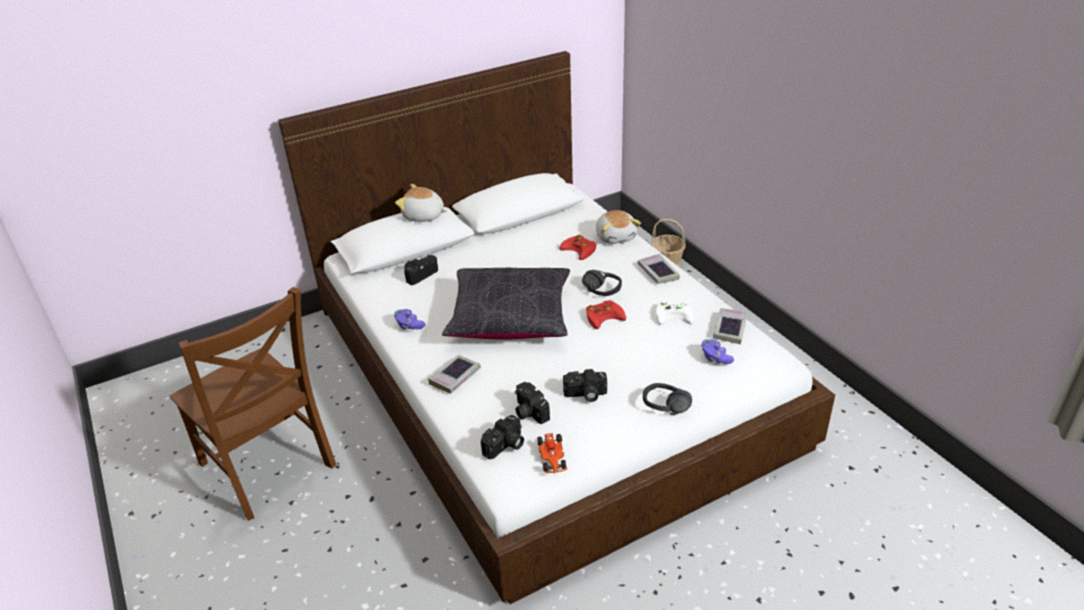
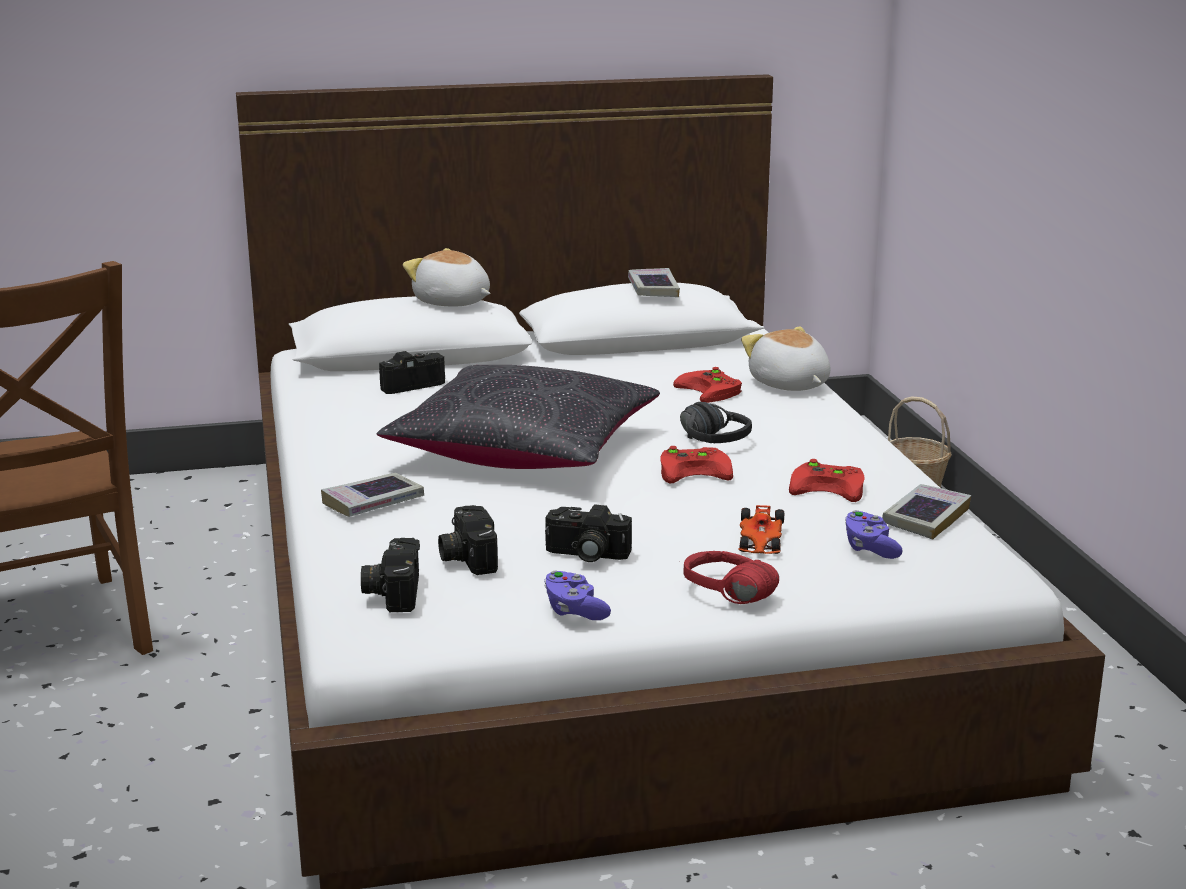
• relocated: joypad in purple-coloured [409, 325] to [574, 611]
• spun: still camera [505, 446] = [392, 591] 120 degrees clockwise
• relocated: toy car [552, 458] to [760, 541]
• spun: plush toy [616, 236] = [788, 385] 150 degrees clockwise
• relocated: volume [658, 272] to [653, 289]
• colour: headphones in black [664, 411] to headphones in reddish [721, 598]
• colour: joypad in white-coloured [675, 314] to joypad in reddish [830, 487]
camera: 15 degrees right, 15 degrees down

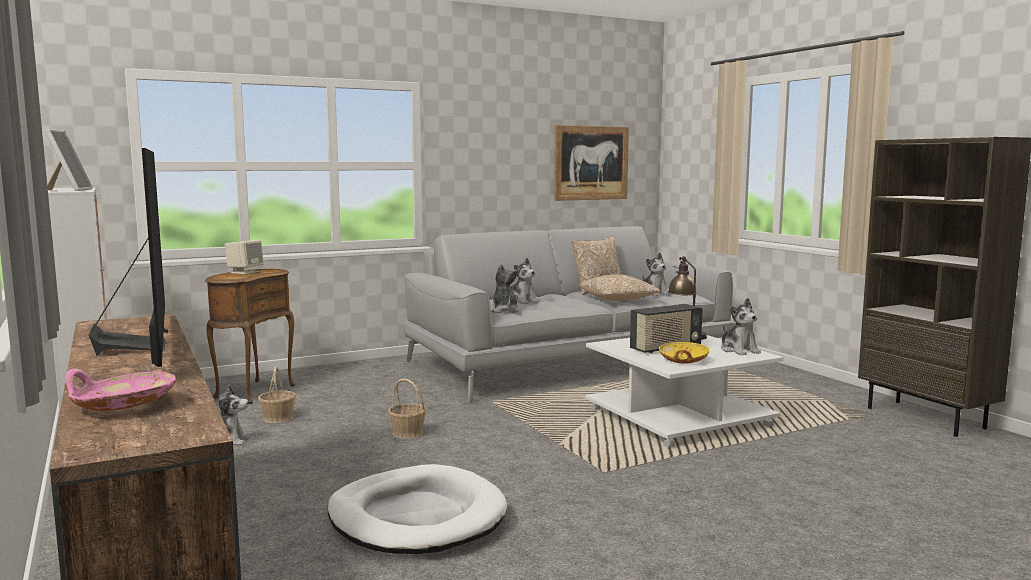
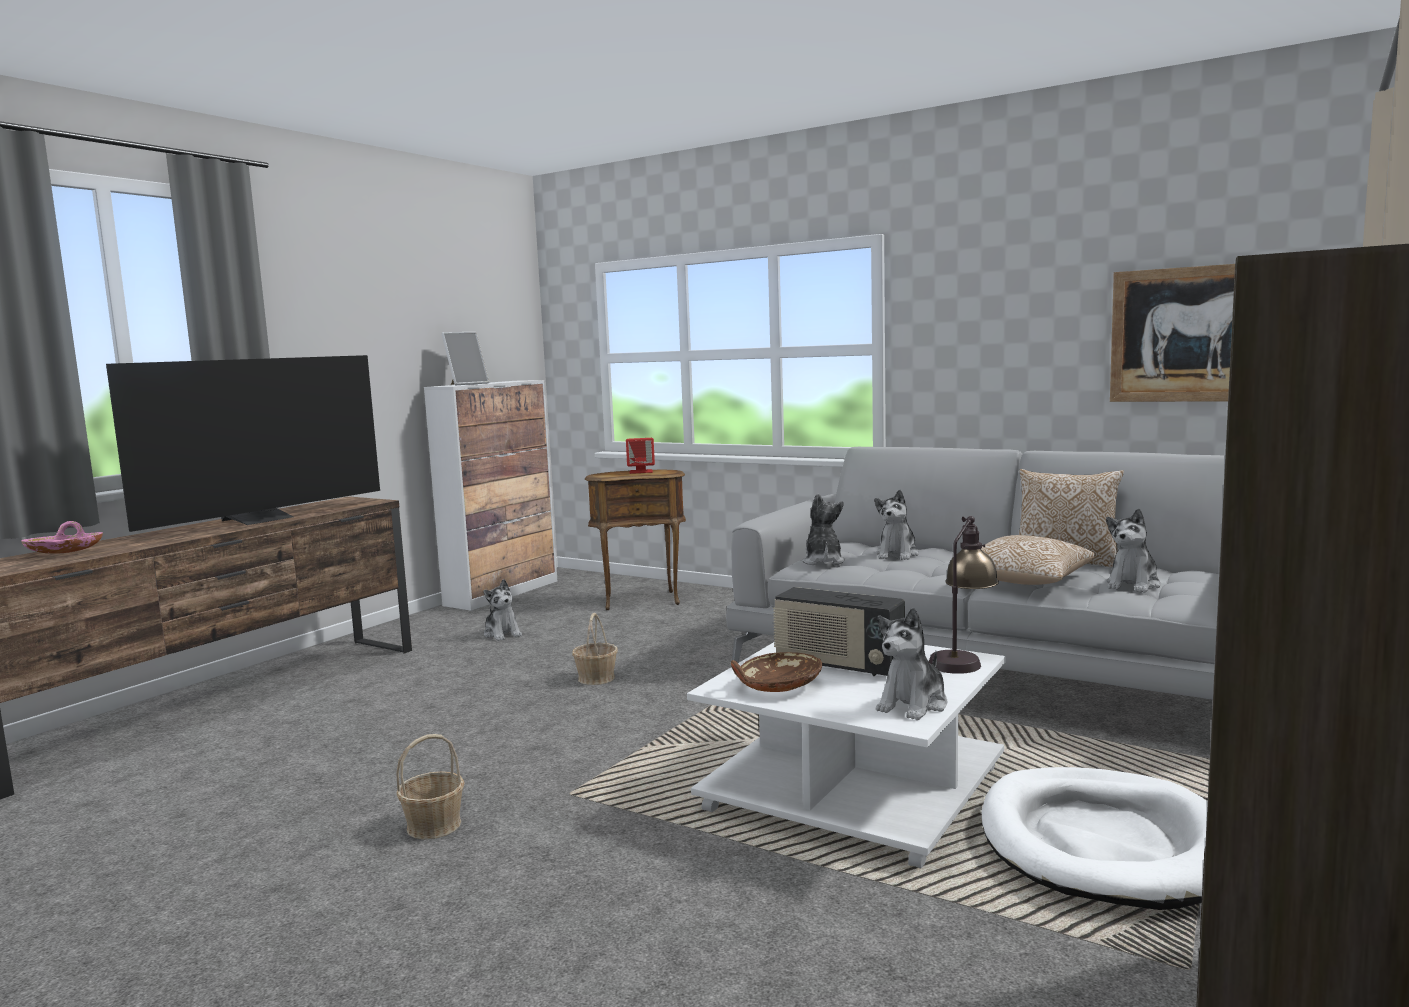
• colour: loudspeaker in beige [245, 272] to loudspeaker in reddish [641, 471]
• relocated: storage basket [278, 418] to [434, 825]
• relocated: pet bed in white-coloured [417, 517] to [1104, 844]
• spun: plush toy [504, 311] = [823, 561] 45 degrees counterclockwise
• colour: bowl in yellow-coloured [683, 361] to bowl in brown-coloured [777, 686]
camera: 60 degrees right, 0 degrees up

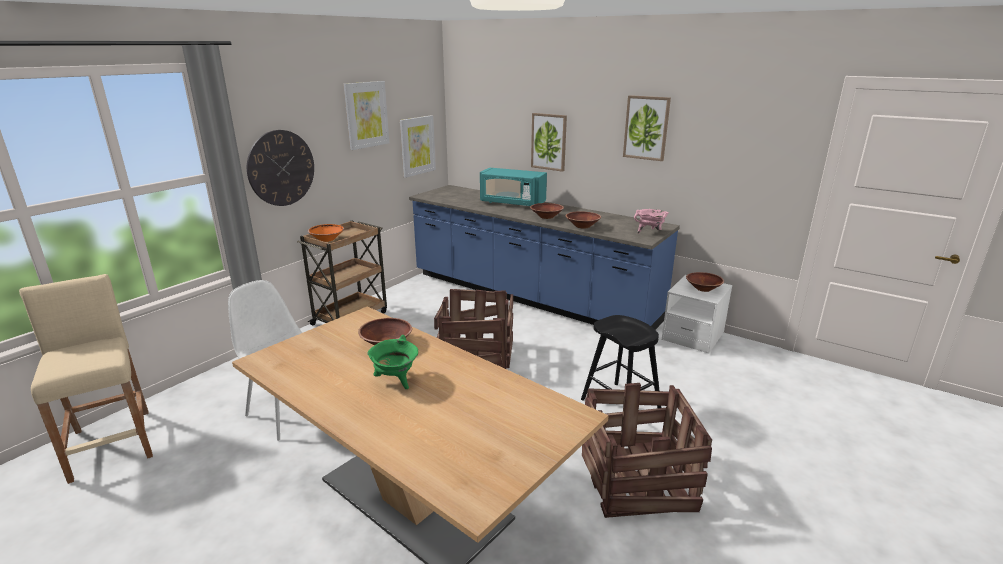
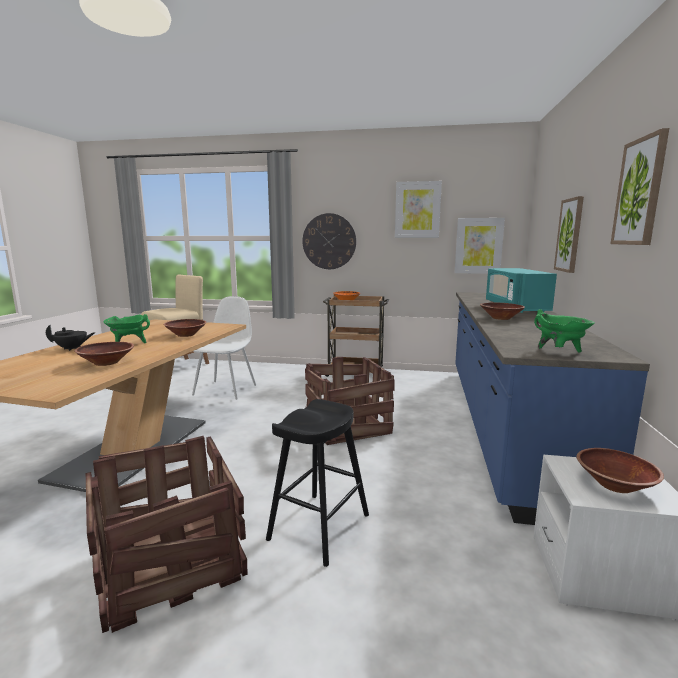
• relocated: bowl in brown-coloured [582, 226] to [106, 363]
• colour: saucepot in pink [650, 232] to saucepot in green-coloured [559, 352]
• appeared: tea pot in black [72, 348]
camera: 65 degrees right, 10 degrees down

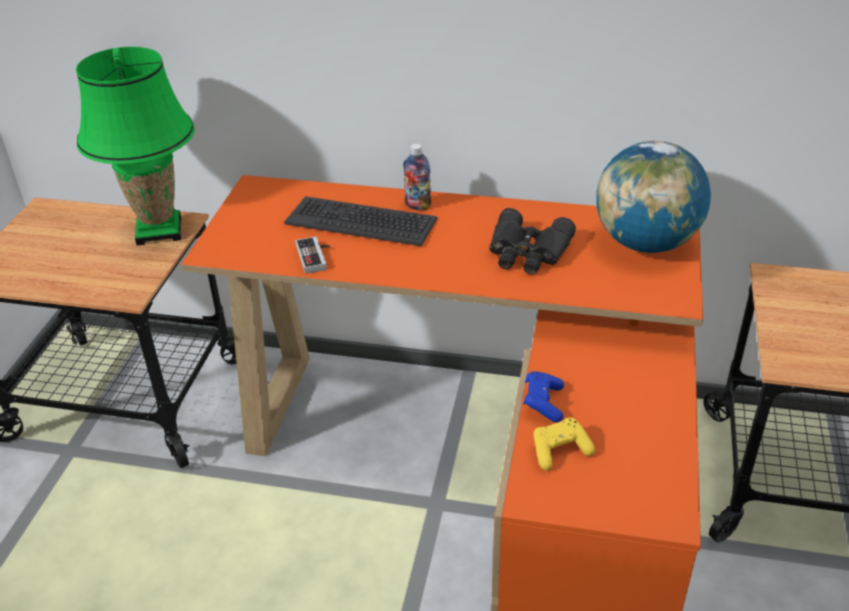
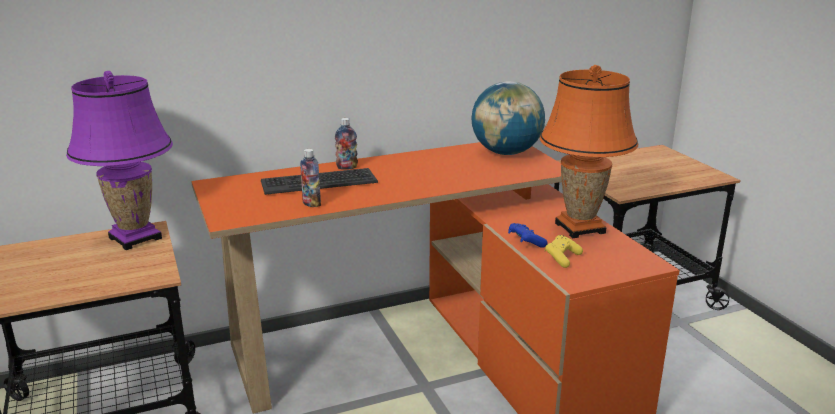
• colour: table lamp in green-coloured [159, 230] to table lamp in purple-coloured [135, 238]
• exchanged: joypad [316, 257] to bottle [311, 204]
• missing: field glasses in black [527, 252]
• appeared: table lamp in orange-coloured [580, 228]
camera: 35 degrees left, 15 degrees down

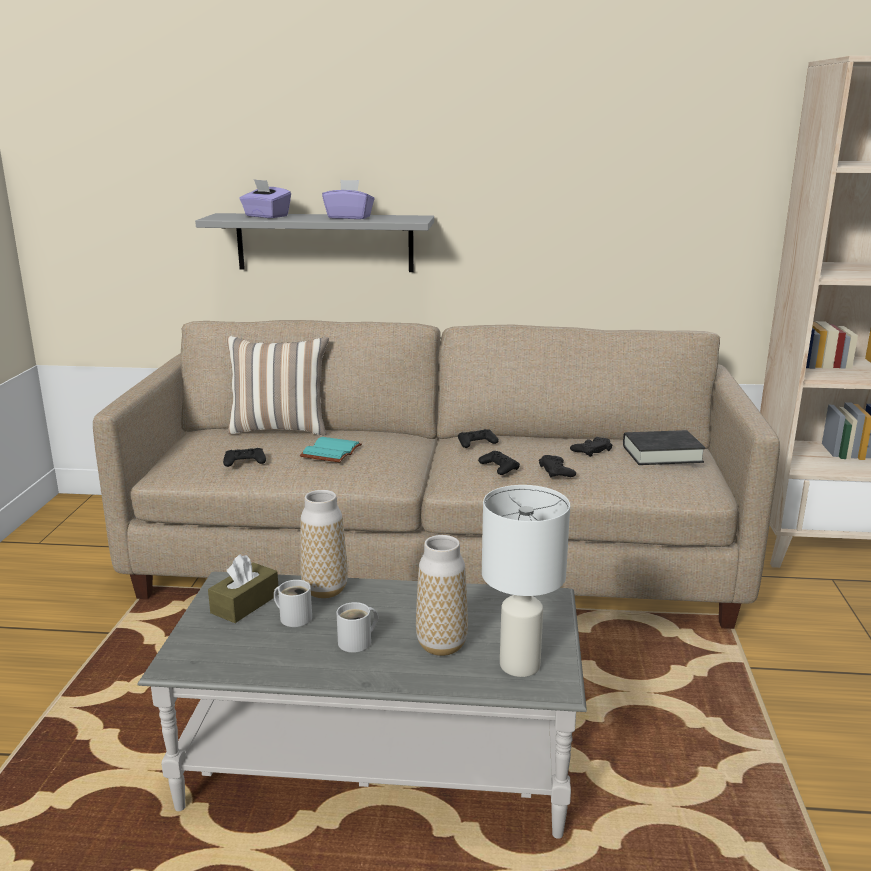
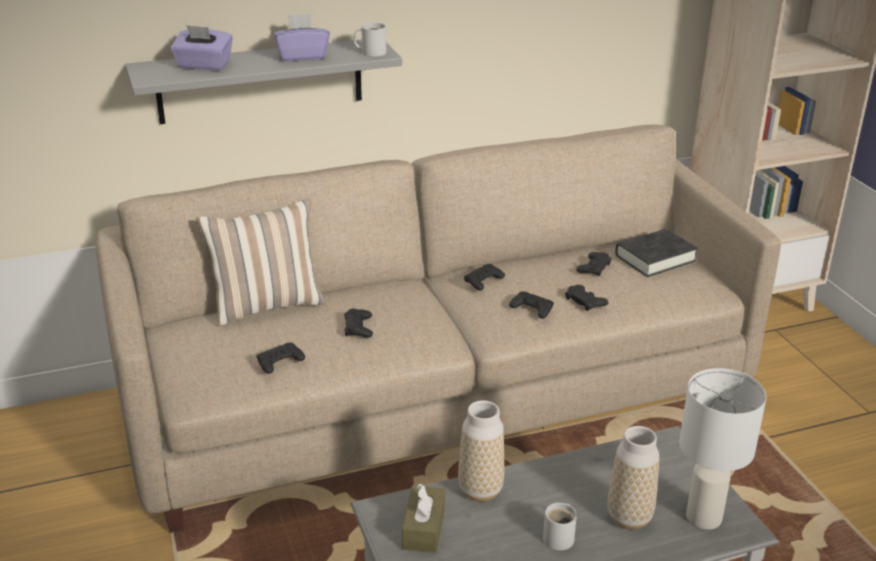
• relocated: coffee mug in white-coloured [294, 617] to [371, 52]
• exchanged: volume in turquoise-coloured [330, 451] to joypad in black [358, 327]
camera: 25 degrees left, 10 degrees up

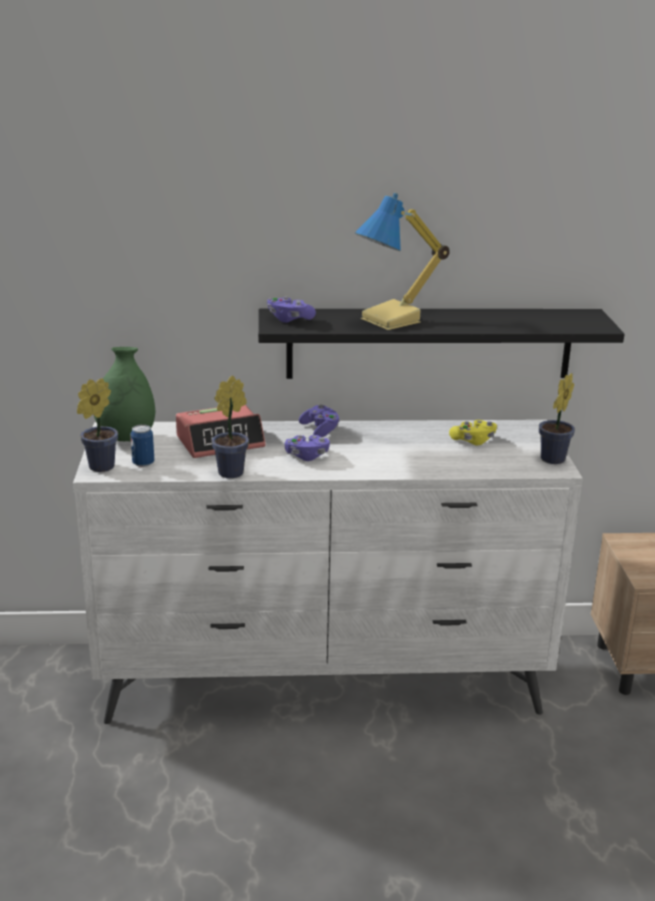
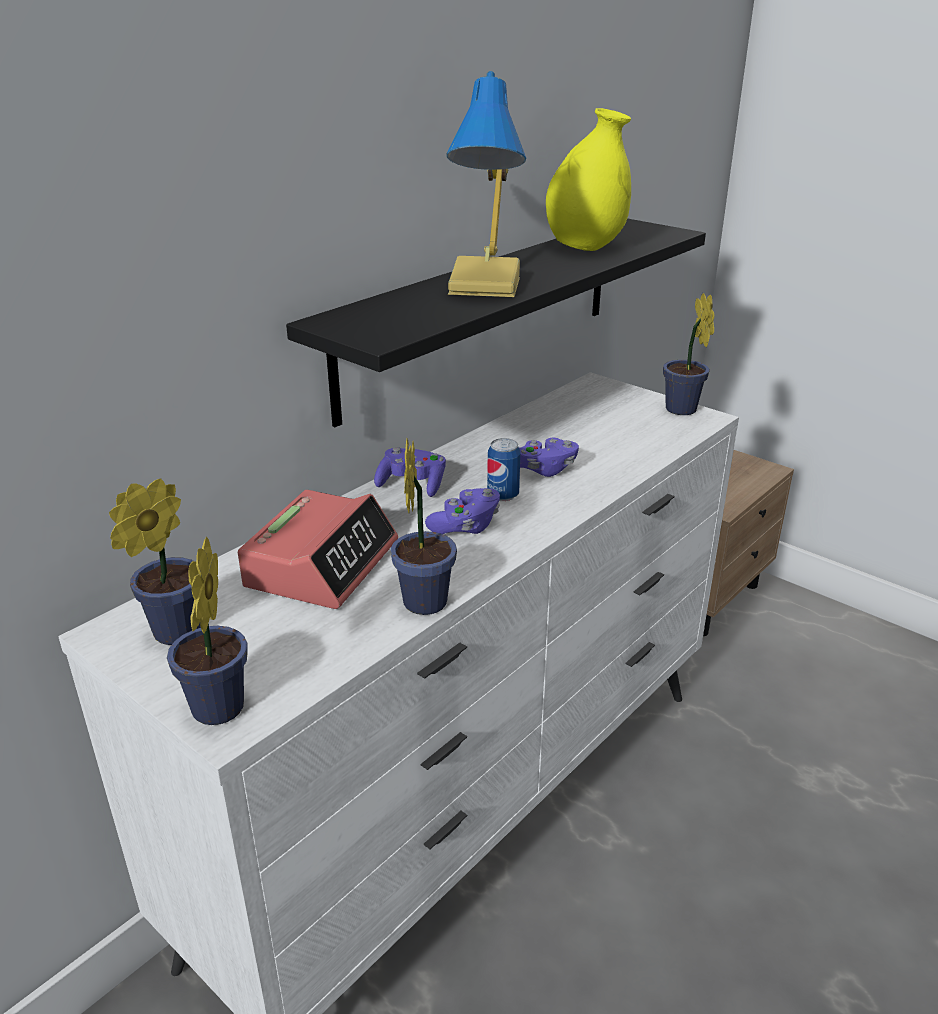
• exchanged: vase in green-coloured [127, 438] to plant in a pot [171, 634]
• relocated: metal can [143, 463] to [503, 495]
• relocated: joypad in purple-coloured [289, 319] to [544, 469]
• missing: joypad in yellow-coloured [473, 441]
• appeared: vase in yellow-coloured [585, 247]
camera: 45 degrees left, 5 degrees up

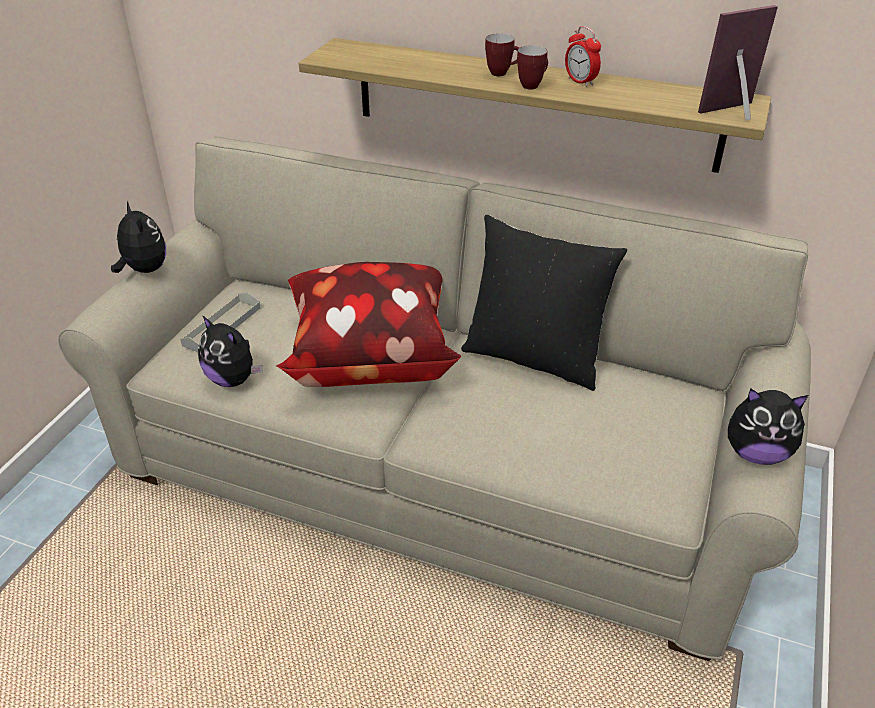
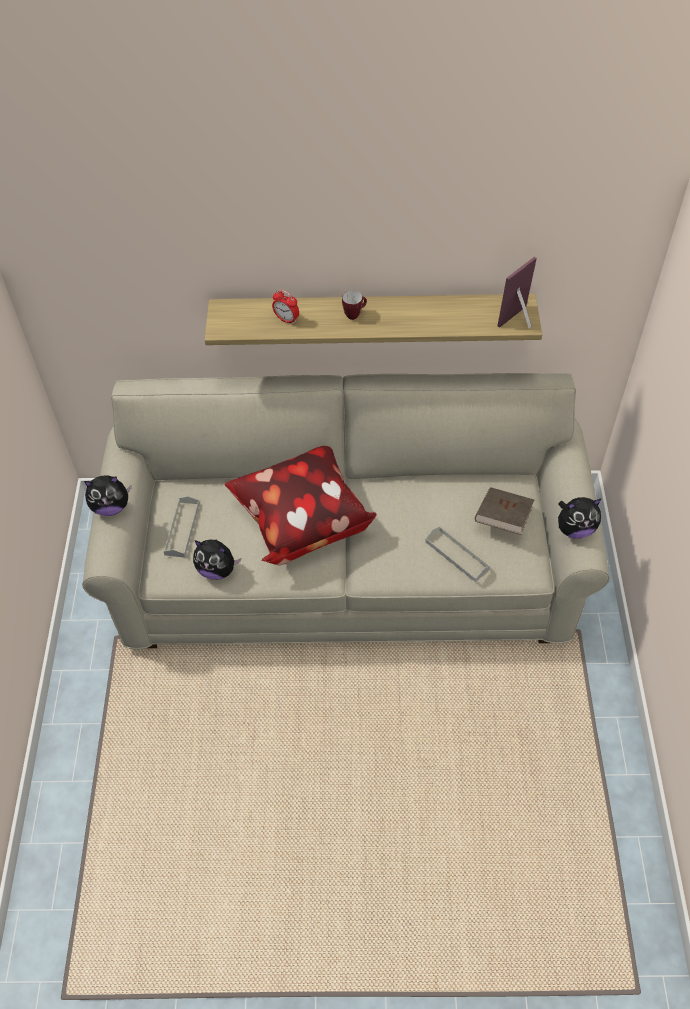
• spun: plush toy [144, 270] = [111, 507] 135 degrees clockwise
• missing: pillow in black [534, 357]
• missing: coffee mug [532, 85]
• relocated: bedside clock [580, 82] to [286, 319]
• appeared: serving tray in greyish [457, 555]
• appeared: volume in brown-coloured [502, 519]
camera: 20 degrees left, 15 degrees up

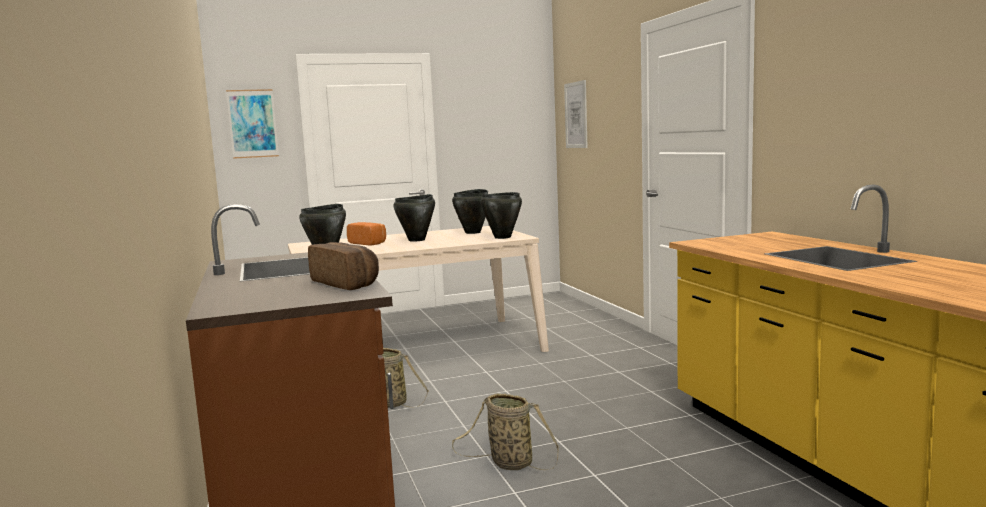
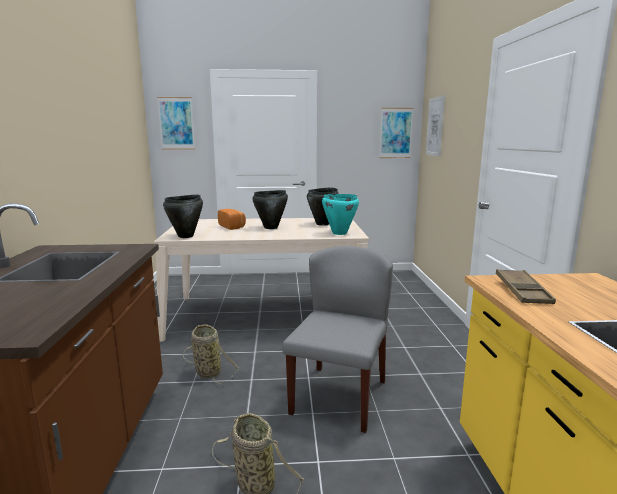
• missing: bread [347, 283]
• colour: saucepot in black [502, 237] to saucepot in turquoise-coloured [339, 233]
• appeared: upright chair in greyish [339, 396]
• appeared: wall picture [396, 133]
• appeared: serving tray in brown-coloured [522, 291]
camera: 15 degrees right, 5 degrees up

